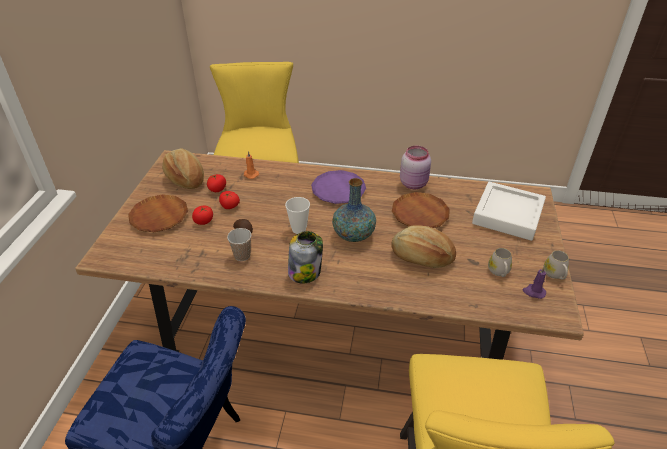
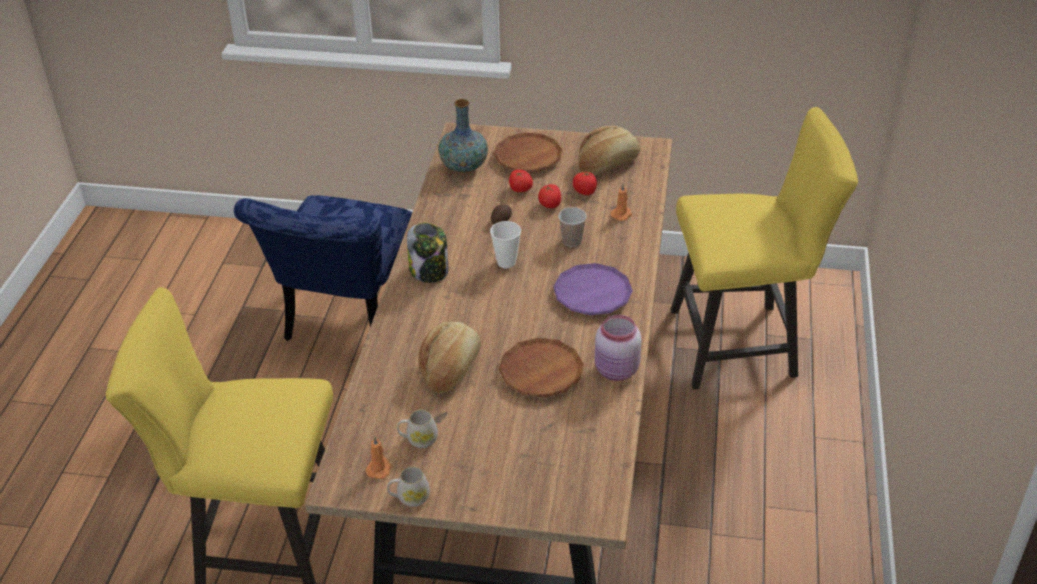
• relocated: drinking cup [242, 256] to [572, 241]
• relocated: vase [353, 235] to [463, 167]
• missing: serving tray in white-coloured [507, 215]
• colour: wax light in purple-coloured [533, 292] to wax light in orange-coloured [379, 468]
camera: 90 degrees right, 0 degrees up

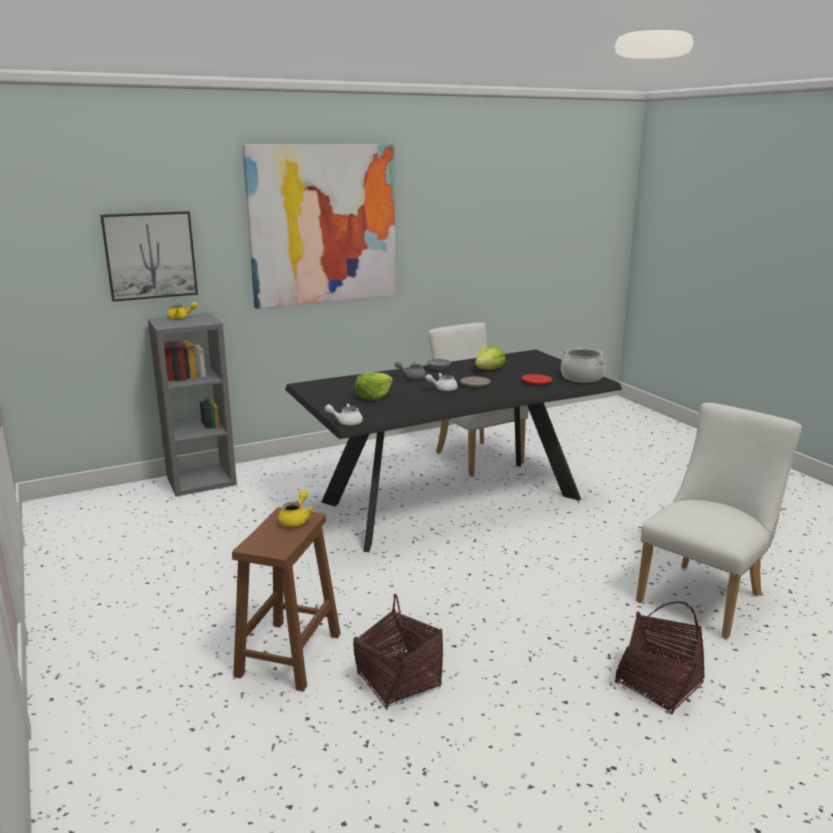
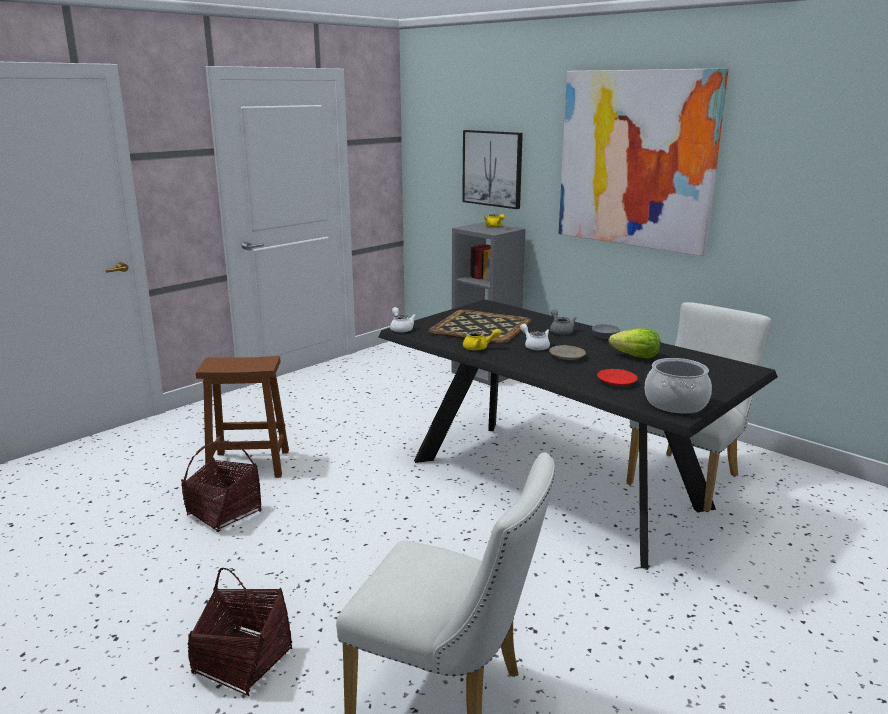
• relocated: tea pot in yellow-coloured [296, 520] to [479, 348]
• exchanged: lettuce head [373, 396] to serving tray [480, 327]
camera: 70 degrees right, 0 degrees up

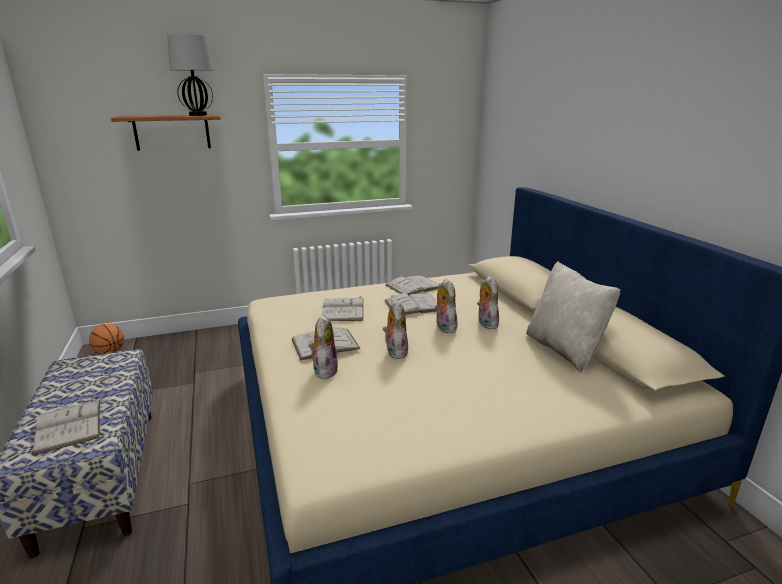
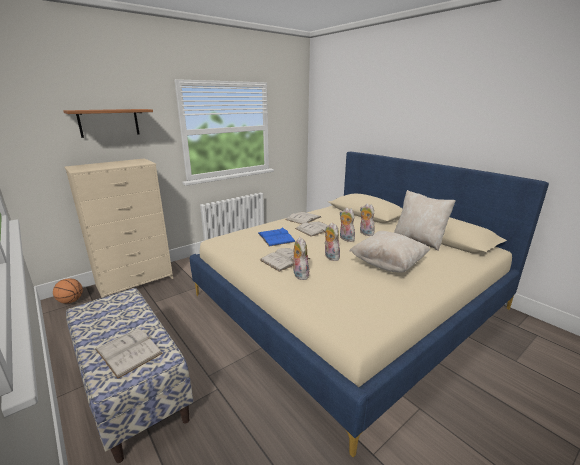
• missing: table lamp [197, 115]
• colour: volume in white-coloured [343, 309] to volume in bluish [276, 237]
• appeared: dresser in beige [136, 281]
• appeared: pillow in beige [388, 265]
camera: 20 degrees left, 0 degrees up

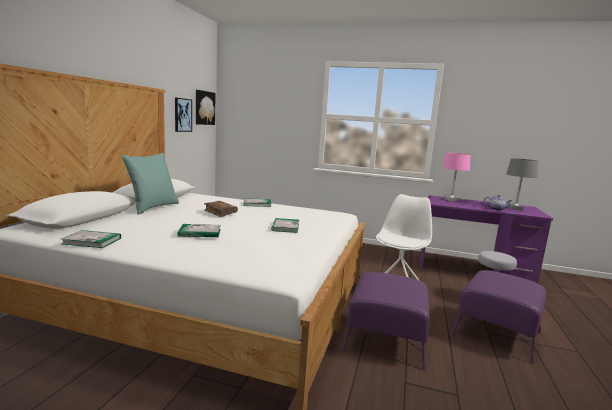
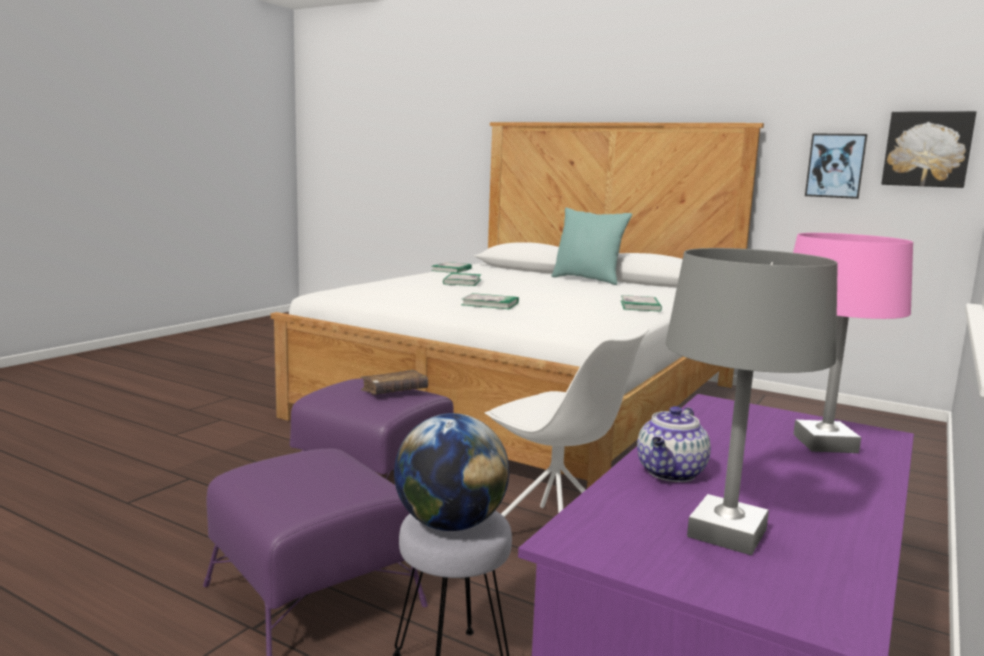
• relocated: volume in brown-coloured [220, 212] to [394, 391]
• appeared: desk globe [450, 524]
camera: 105 degrees right, 0 degrees up

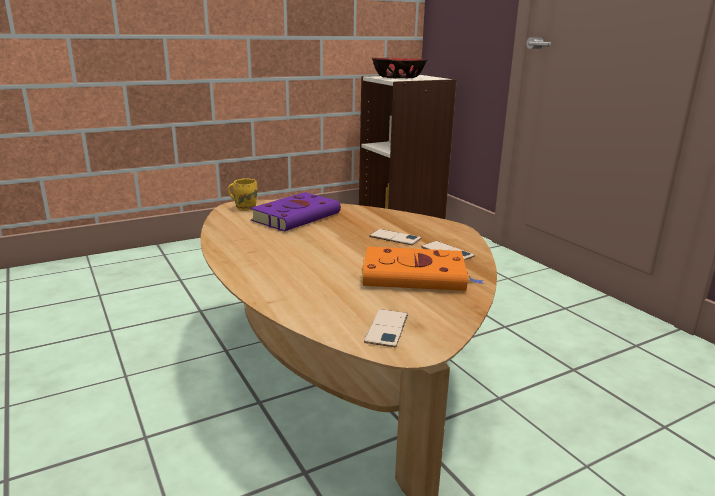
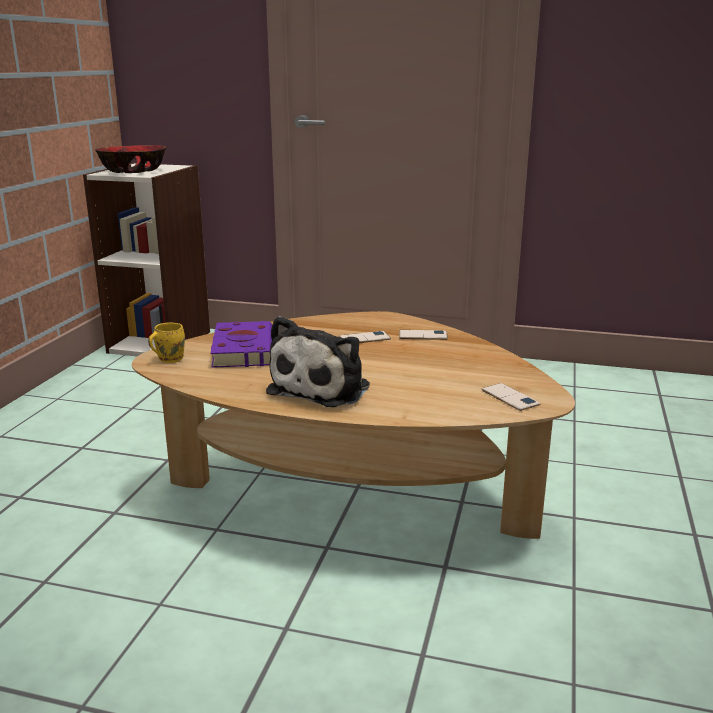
• missing: volume in orange-coloured [417, 276]
• appeared: plush toy [323, 388]
camera: 45 degrees left, 0 degrees up

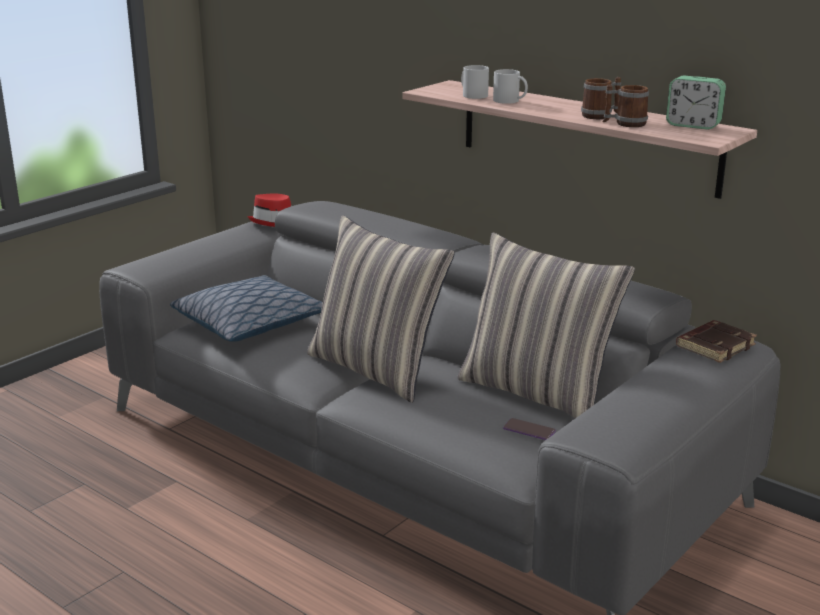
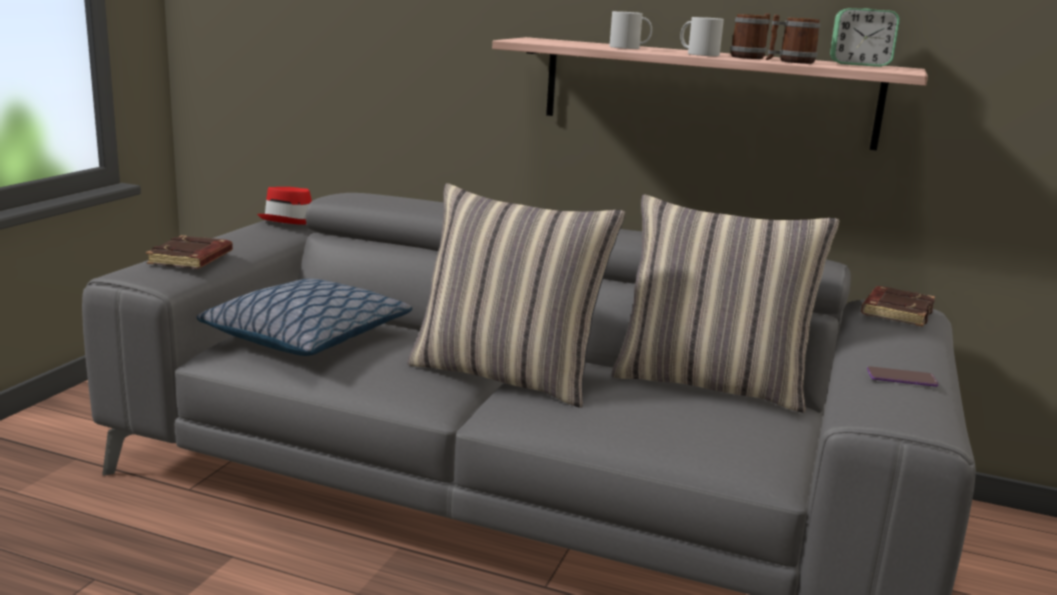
• relocated: coffee mug in white-coloured [474, 95] to [700, 54]
• relocated: phone [529, 430] to [901, 378]
• appeared: volume in brown-coloured [191, 259]
camera: 20 degrees left, 5 degrees down

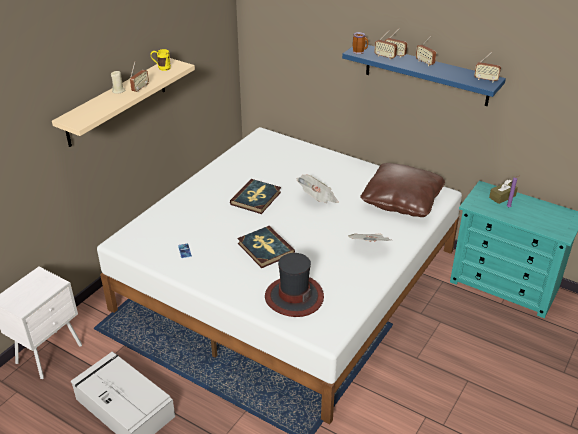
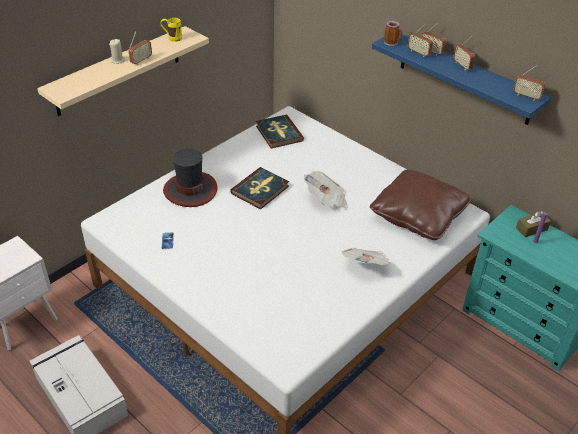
• relocated: volume [265, 249] to [279, 133]
• relocated: wearable hat [294, 297] to [190, 190]
camera: 10 degrees right, 5 degrees up

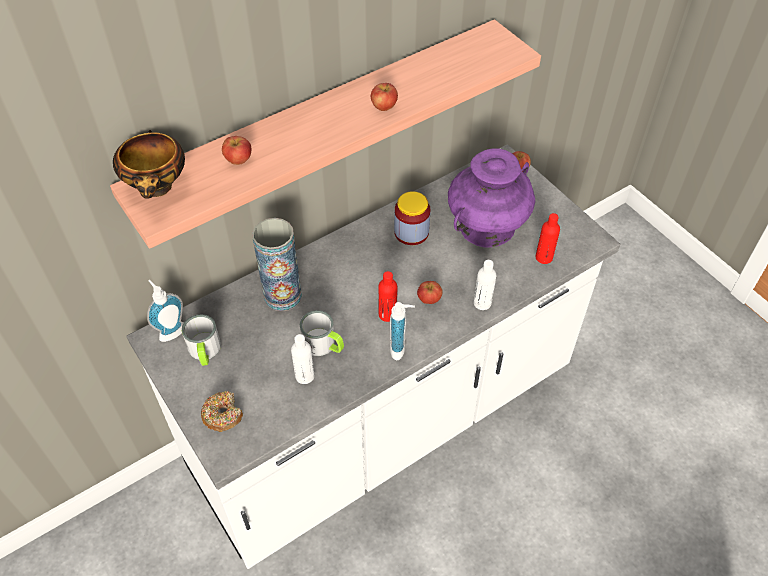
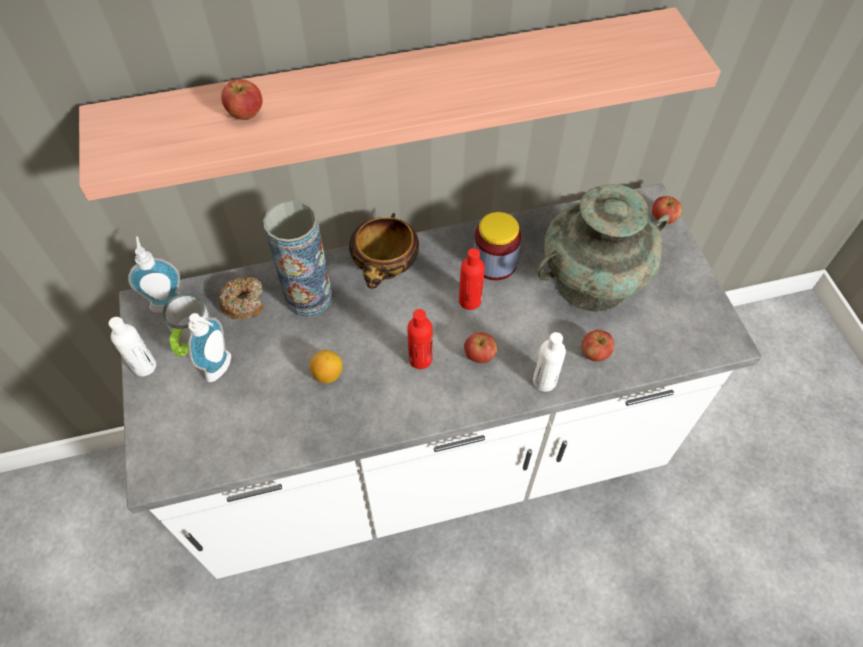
• relocated: bowl [158, 189] to [386, 271]
• relocated: donut [222, 415] to [244, 302]
• relocated: bottle in white-coloured [305, 376] to [144, 366]
• exchanged: coffee mug [323, 345] to citrus fruit [328, 374]
• relocated: apple [384, 106] to [594, 353]
• relocated: soap dispenser [401, 348] to [222, 368]
• colour: vase in purple-coloured [487, 226] to vase in turquoise-coloured [593, 282]
• relocated: bottle in reddish [544, 257] to [470, 301]
camera: 20 degrees right, 5 degrees up

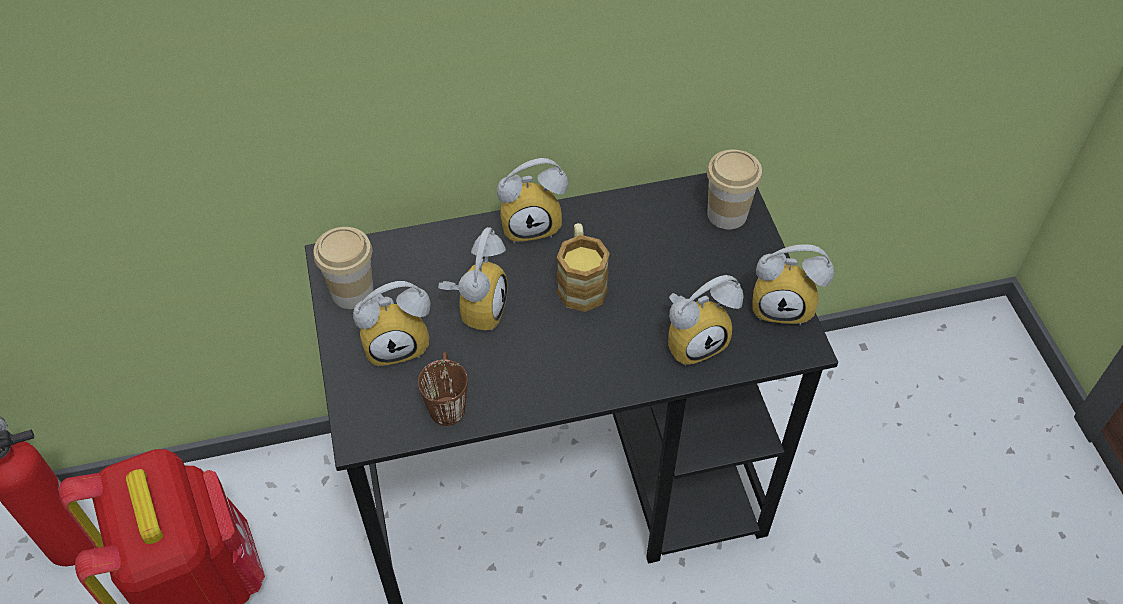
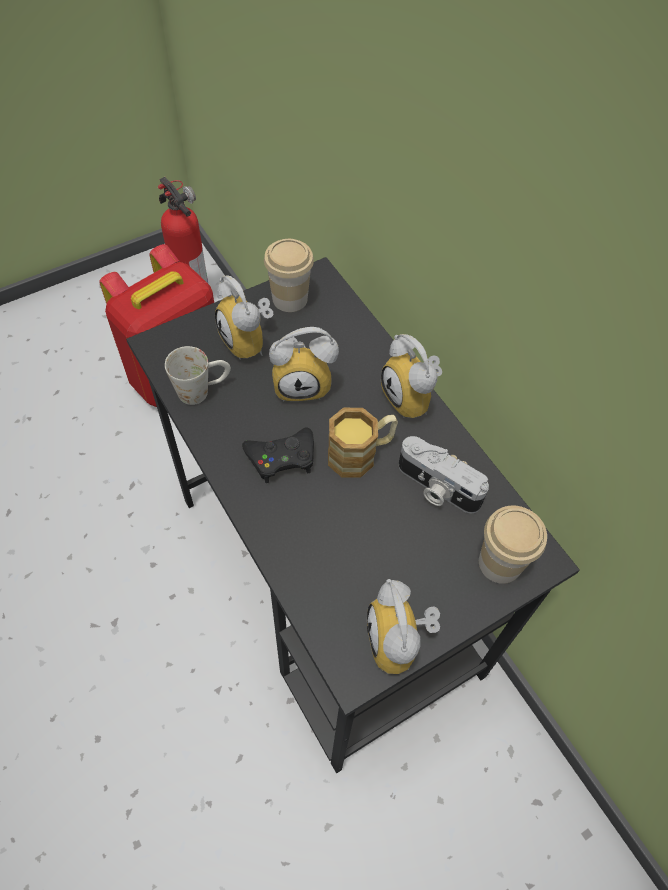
• colour: coffee mug in brown-coloured [447, 401] to coffee mug in white-coloured [202, 389]
• missing: bedside clock [694, 339]
• appeared: joypad in black [282, 457]
• appeared: still camera [436, 487]
camera: 70 degrees right, 5 degrees up

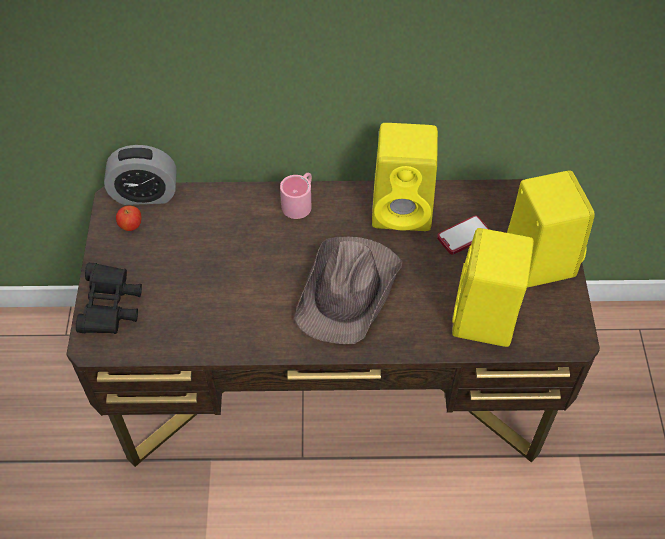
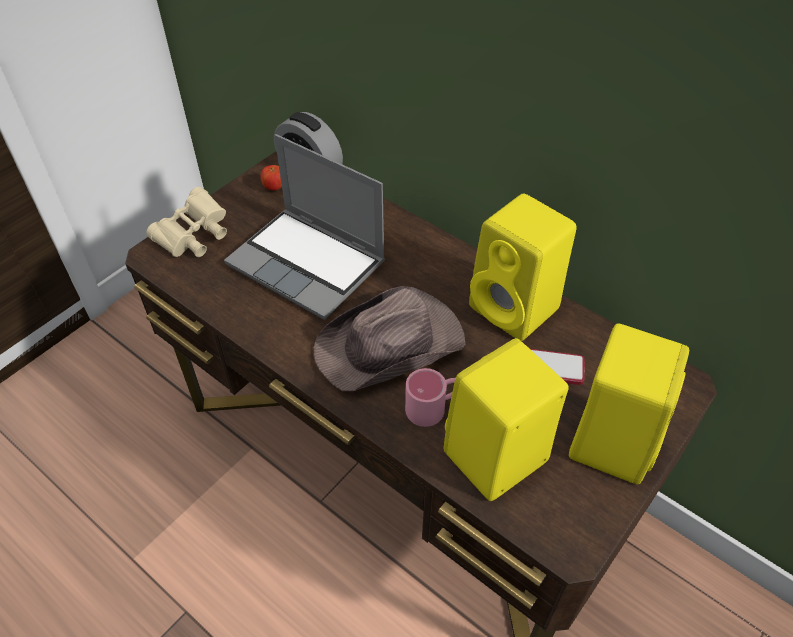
• colour: field glasses in black [111, 308] to field glasses in beige [194, 237]
• relocated: coffee mug in pink [300, 202] to [433, 406]
• appeared: laptop [309, 264]
camera: 40 degrees right, 5 degrees down

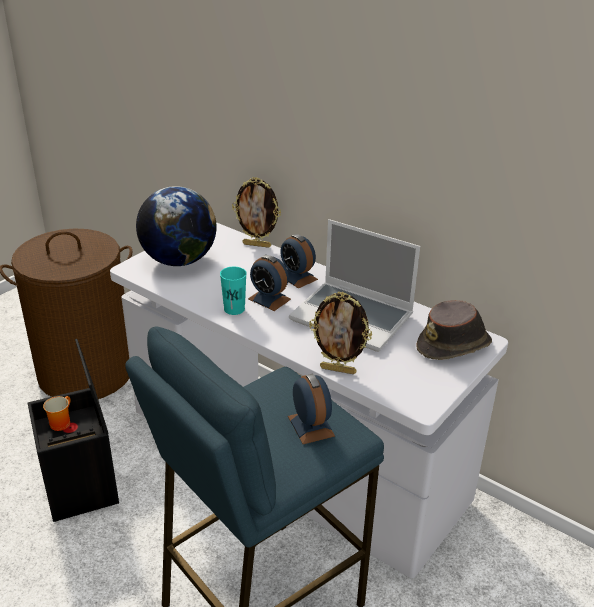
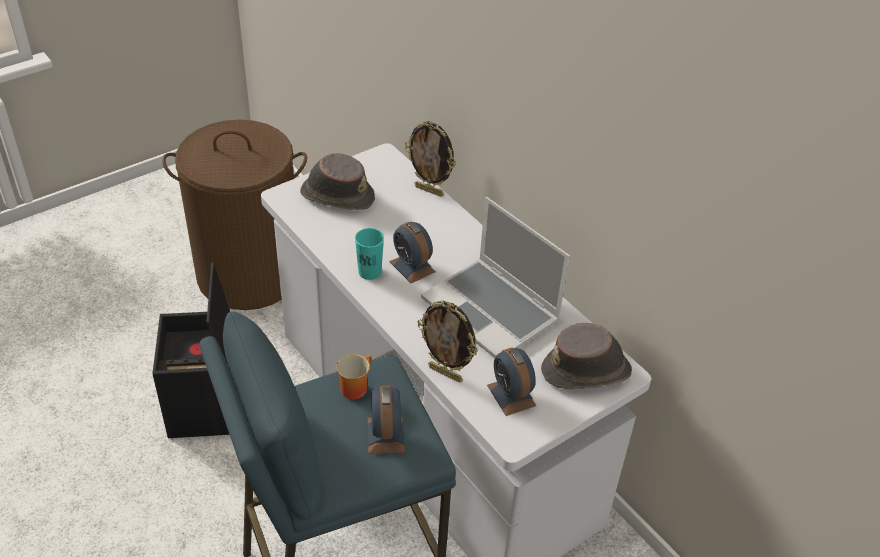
• relocated: coffee mug [60, 422] to [354, 386]
• exchanged: desk globe [179, 260] to wearable hat in brown-coloured [337, 195]
• relocated: bedside clock [297, 277] to [511, 395]
camera: 15 degrees right, 10 degrees up

